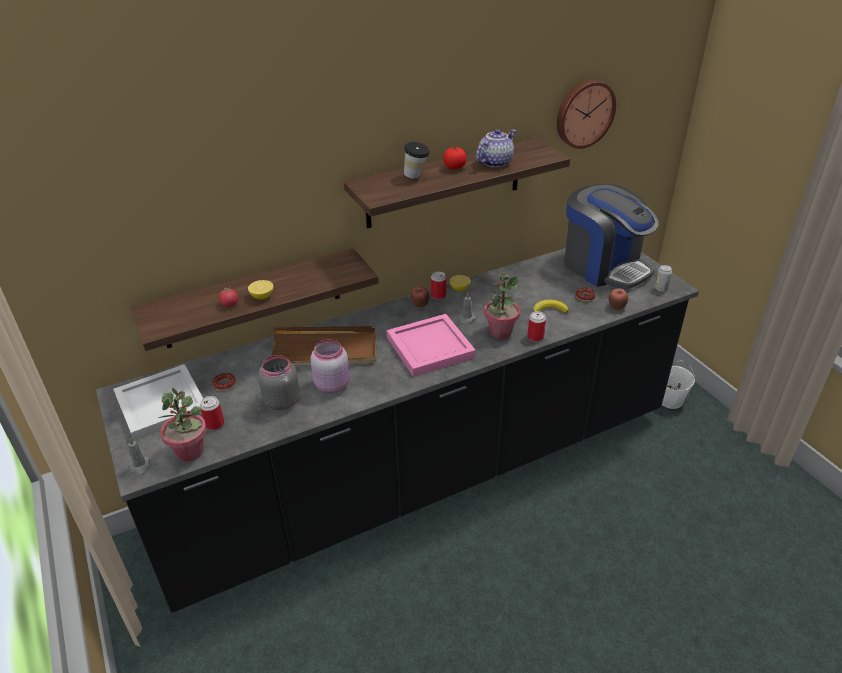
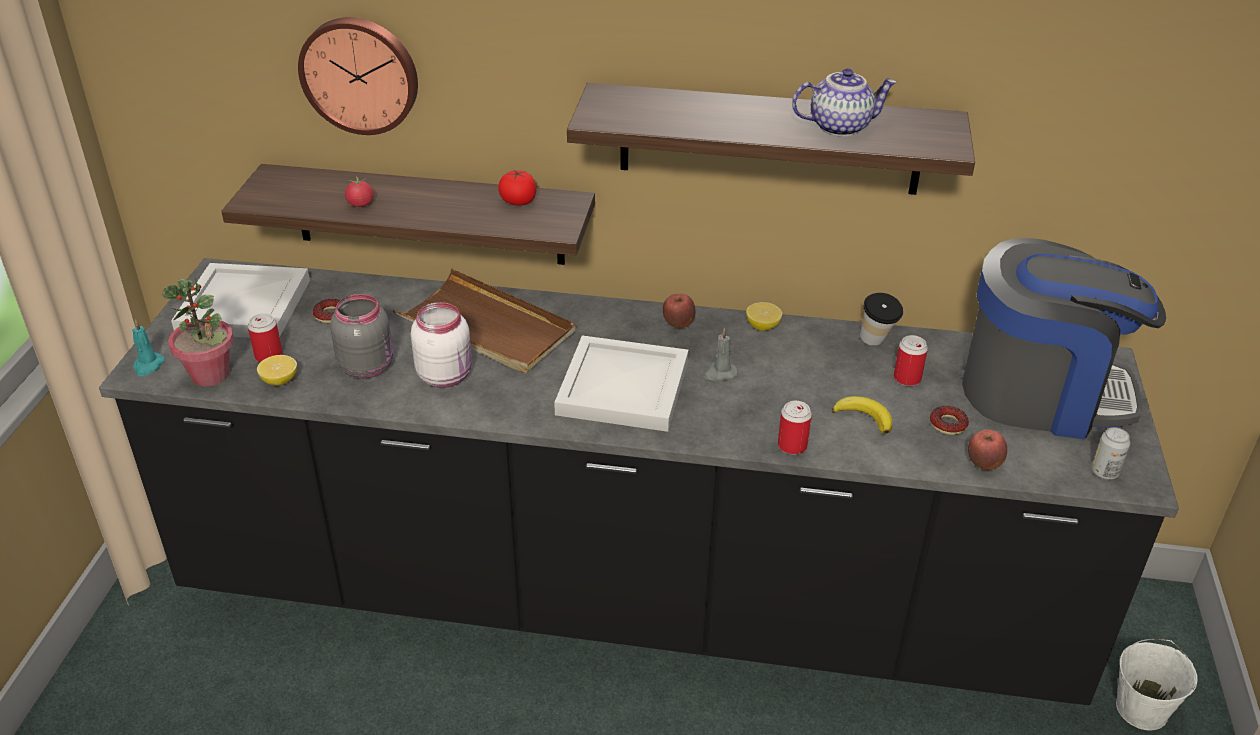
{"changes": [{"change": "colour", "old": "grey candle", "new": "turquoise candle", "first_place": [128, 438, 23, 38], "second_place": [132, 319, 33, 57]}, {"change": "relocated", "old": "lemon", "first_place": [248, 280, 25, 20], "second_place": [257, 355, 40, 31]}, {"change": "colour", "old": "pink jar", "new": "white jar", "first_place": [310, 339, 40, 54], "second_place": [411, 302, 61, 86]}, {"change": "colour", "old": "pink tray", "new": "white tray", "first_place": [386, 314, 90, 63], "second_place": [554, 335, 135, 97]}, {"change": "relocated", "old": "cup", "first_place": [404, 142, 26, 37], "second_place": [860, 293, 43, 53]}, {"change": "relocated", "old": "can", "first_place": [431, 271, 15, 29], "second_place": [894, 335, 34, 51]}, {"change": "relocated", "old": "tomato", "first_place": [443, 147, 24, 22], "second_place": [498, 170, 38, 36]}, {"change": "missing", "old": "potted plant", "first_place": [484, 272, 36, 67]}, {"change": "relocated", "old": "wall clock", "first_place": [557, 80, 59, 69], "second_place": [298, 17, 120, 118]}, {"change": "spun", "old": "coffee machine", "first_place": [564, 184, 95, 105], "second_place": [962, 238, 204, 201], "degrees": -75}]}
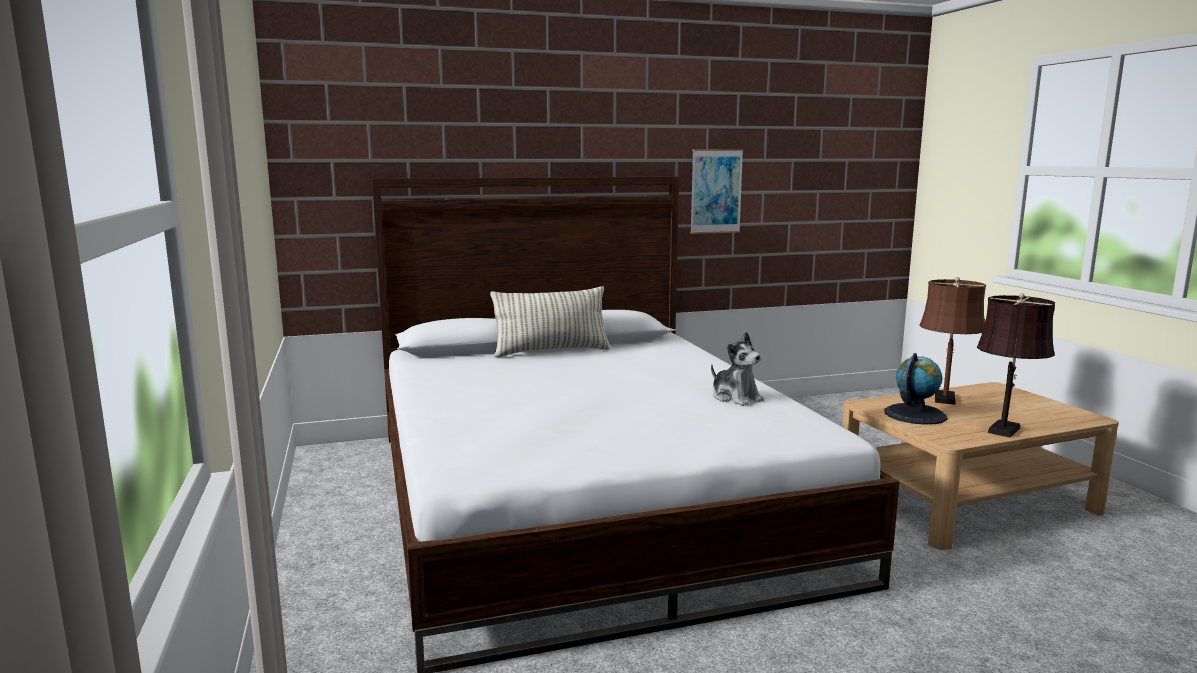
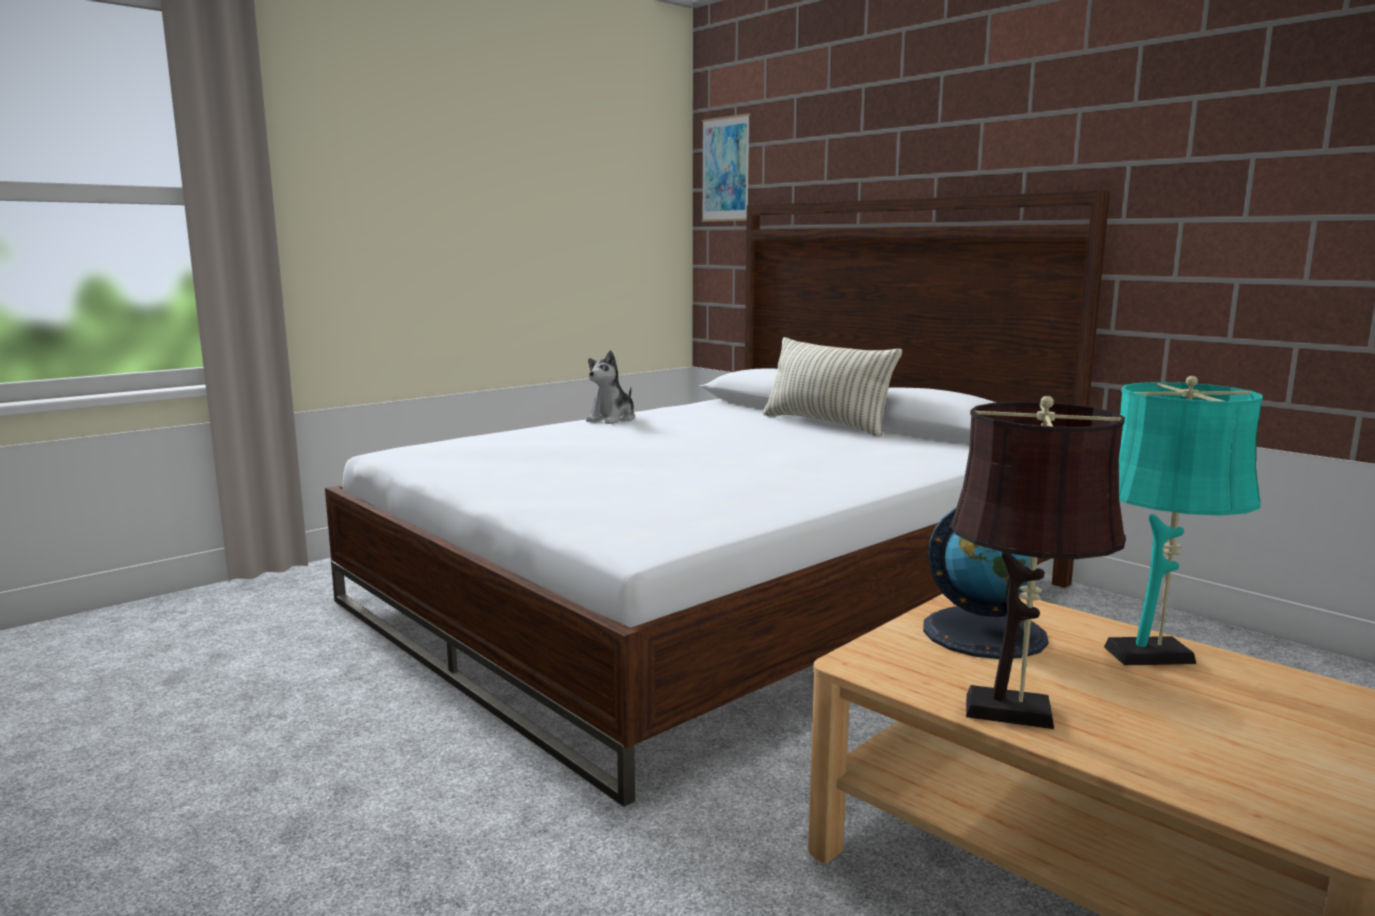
{"changes": [{"change": "relocated", "old": "picture", "first_place": [690, 149, 53, 85], "second_place": [702, 113, 48, 109]}, {"change": "relocated", "old": "plush toy", "first_place": [711, 332, 53, 74], "second_place": [586, 350, 49, 74]}, {"change": "colour", "old": "brown table lamp", "new": "turquoise table lamp", "first_place": [919, 277, 67, 128], "second_place": [1104, 376, 159, 289]}]}
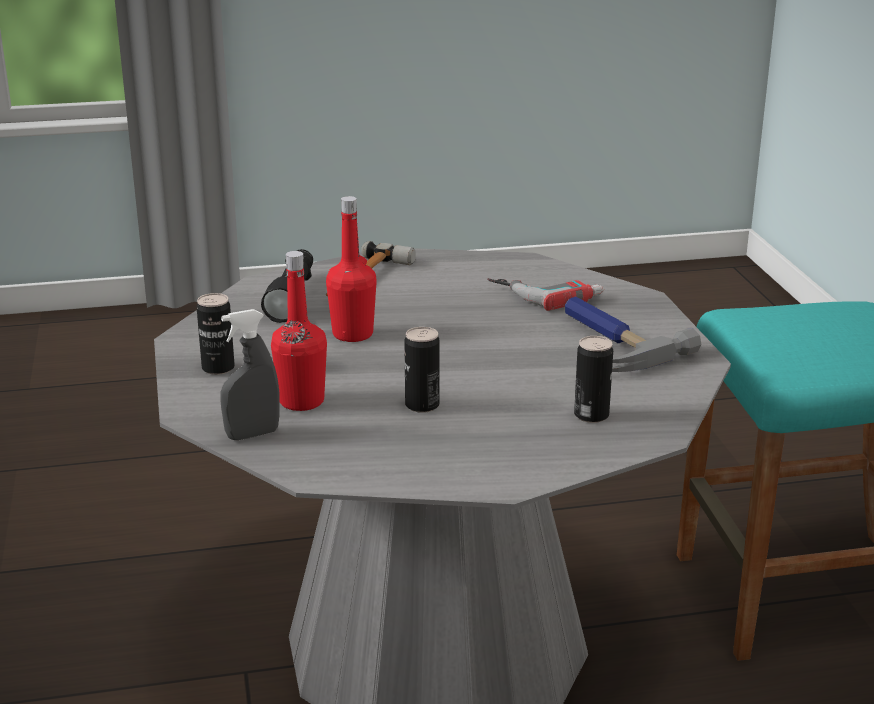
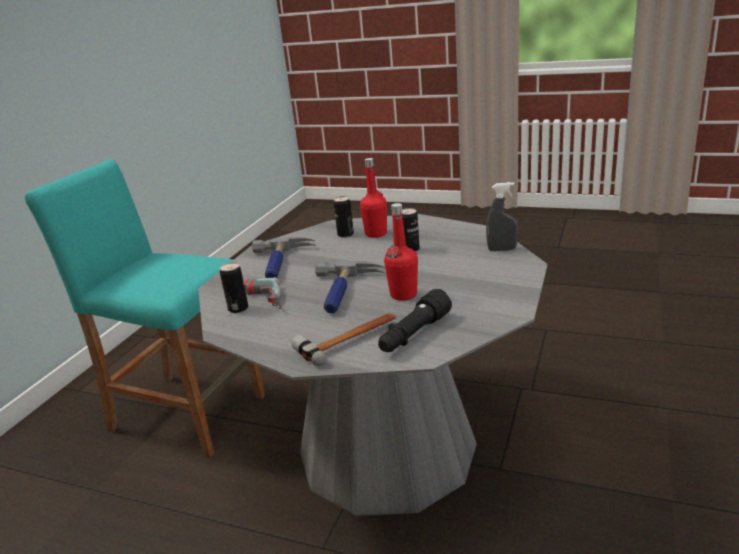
{"changes": [{"change": "relocated", "old": "can", "first_place": [197, 293, 38, 82], "second_place": [220, 262, 28, 51]}, {"change": "relocated", "old": "red bottle", "first_place": [271, 251, 56, 160], "second_place": [360, 158, 27, 80]}, {"change": "appeared", "new": "hammer", "second_place": [315, 261, 70, 52]}]}
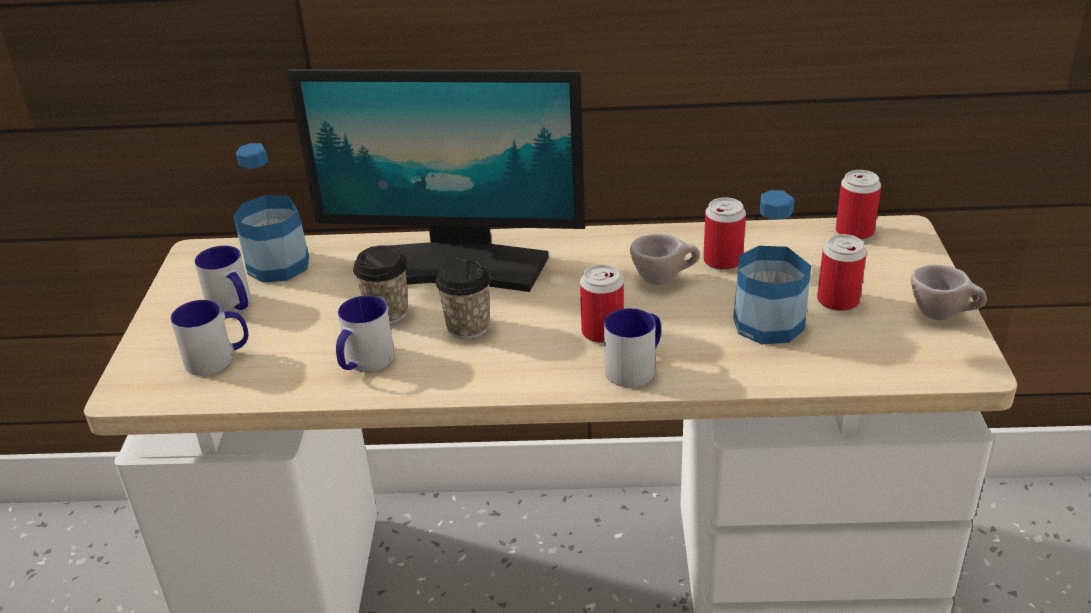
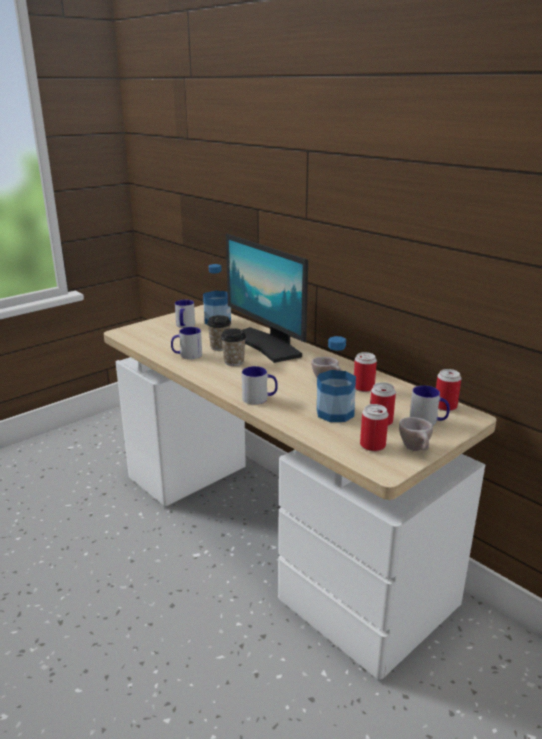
{"changes": [{"change": "relocated", "old": "mug", "first_place": [171, 300, 77, 76], "second_place": [410, 385, 40, 40]}, {"change": "relocated", "old": "can", "first_place": [580, 264, 44, 79], "second_place": [360, 404, 29, 48]}]}
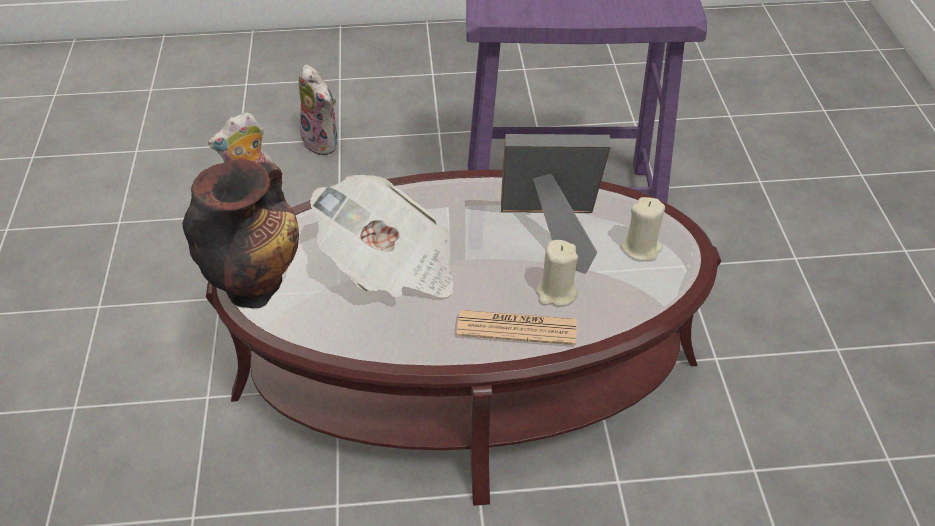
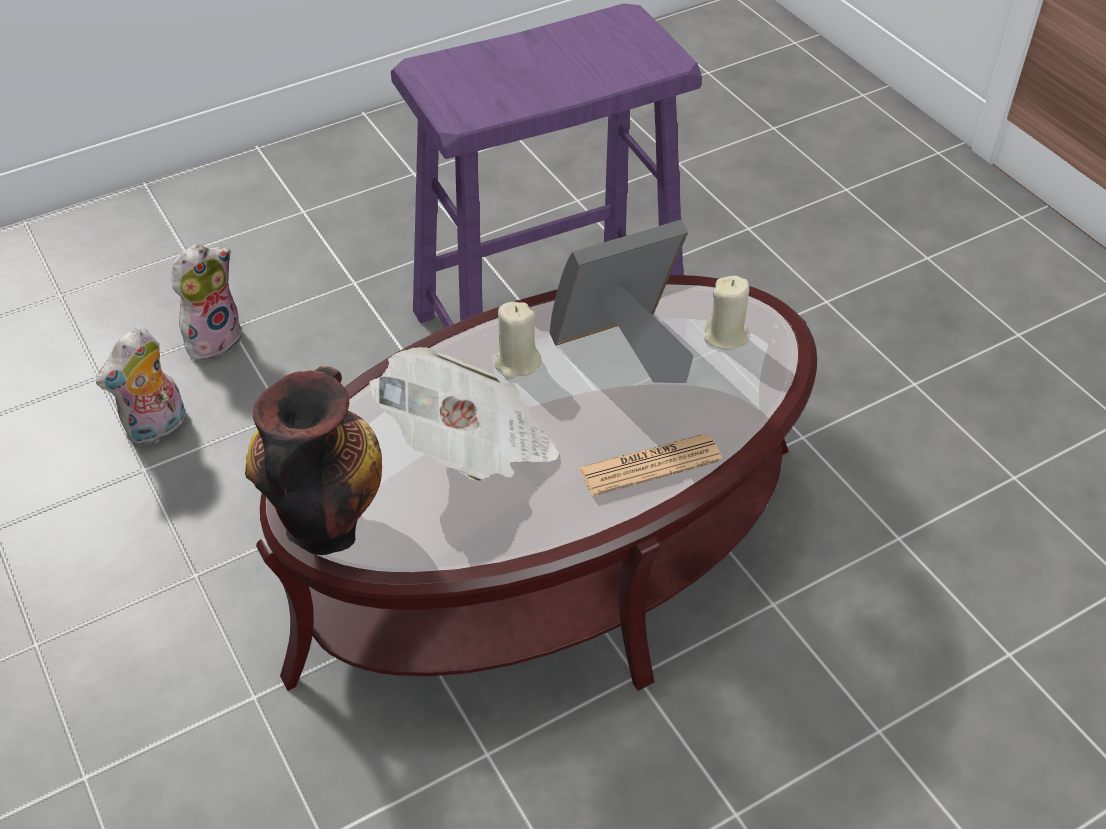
{"changes": [{"change": "spun", "old": "plush toy", "first_place": [299, 64, 38, 91], "second_place": [172, 244, 70, 120], "degrees": -75}, {"change": "relocated", "old": "beige candle", "first_place": [536, 240, 42, 66], "second_place": [494, 302, 48, 77]}]}
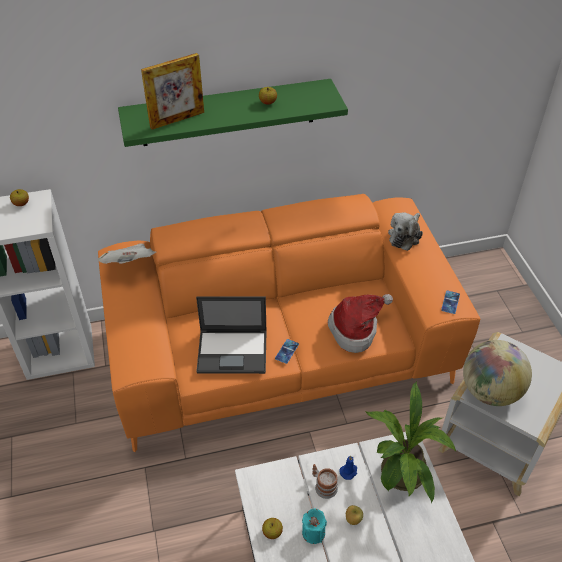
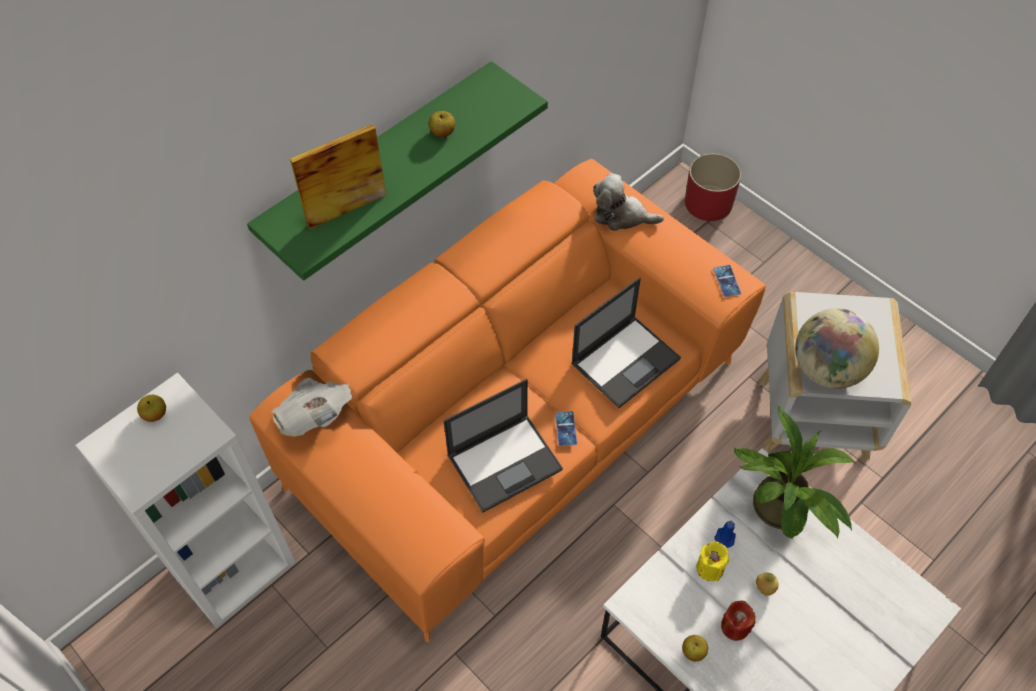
{"changes": [{"change": "spun", "old": "picture frame", "first_place": [141, 53, 63, 77], "second_place": [290, 124, 96, 105], "degrees": -150}, {"change": "colour", "old": "turquoise candle", "new": "red candle", "first_place": [302, 508, 25, 36], "second_place": [721, 601, 34, 40]}, {"change": "exchanged", "old": "mug", "new": "yellow candle", "first_place": [312, 464, 26, 35], "second_place": [696, 542, 33, 39]}, {"change": "exchanged", "old": "hat", "new": "laptop", "first_place": [328, 294, 65, 59], "second_place": [571, 277, 110, 131]}, {"change": "spun", "old": "plush toy", "first_place": [388, 212, 35, 39], "second_place": [593, 173, 71, 58], "degrees": 105}, {"change": "appeared", "new": "red planter", "second_place": [685, 153, 56, 68]}]}
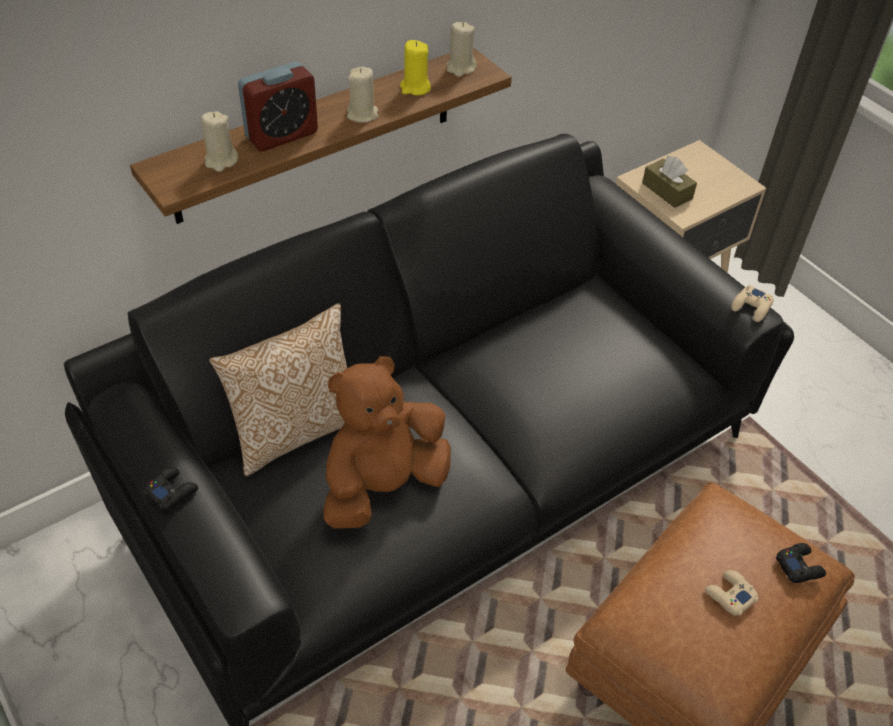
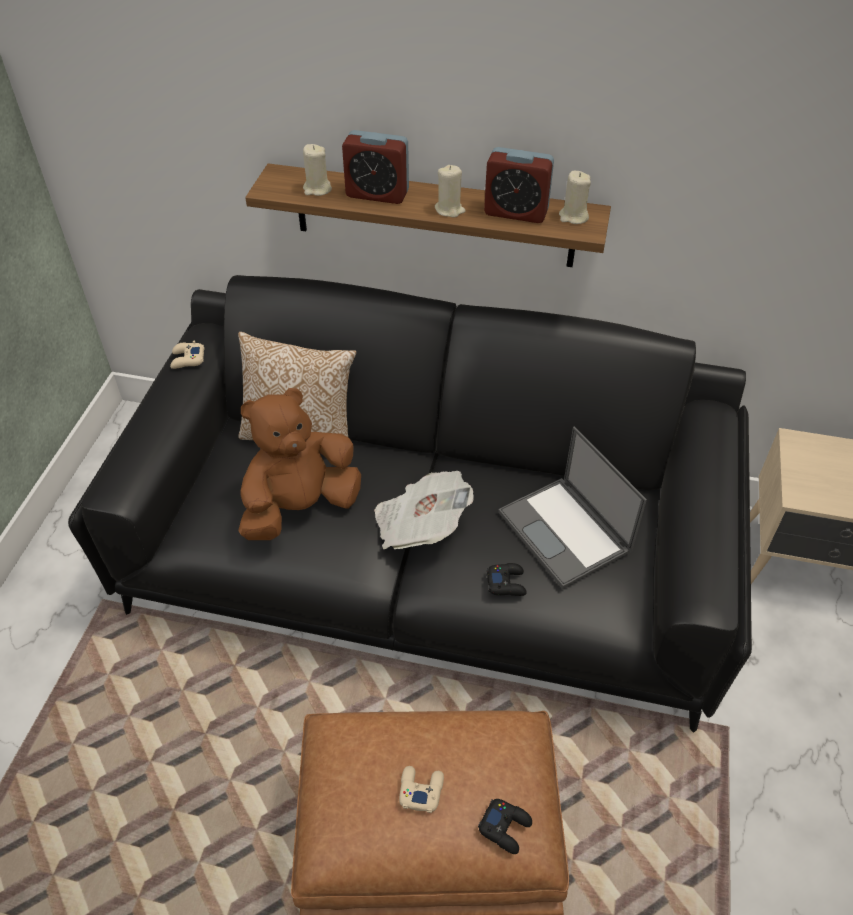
{"changes": [{"change": "relocated", "old": "black game controller", "first_place": [143, 467, 55, 44], "second_place": [487, 563, 40, 33]}, {"change": "spun", "old": "brown plush toy", "first_place": [324, 356, 127, 173], "second_place": [238, 388, 123, 152], "degrees": -45}, {"change": "exchanged", "old": "yellow candle", "new": "alarm clock", "first_place": [400, 40, 31, 55], "second_place": [484, 147, 70, 76]}, {"change": "missing", "old": "brown tissue box", "first_place": [642, 156, 55, 52]}, {"change": "relocated", "old": "beige game controller", "first_place": [732, 285, 42, 37], "second_place": [170, 341, 34, 28]}, {"change": "appeared", "new": "newspaper", "second_place": [374, 471, 100, 78]}, {"change": "appeared", "new": "laptop", "second_place": [498, 427, 149, 162]}]}
